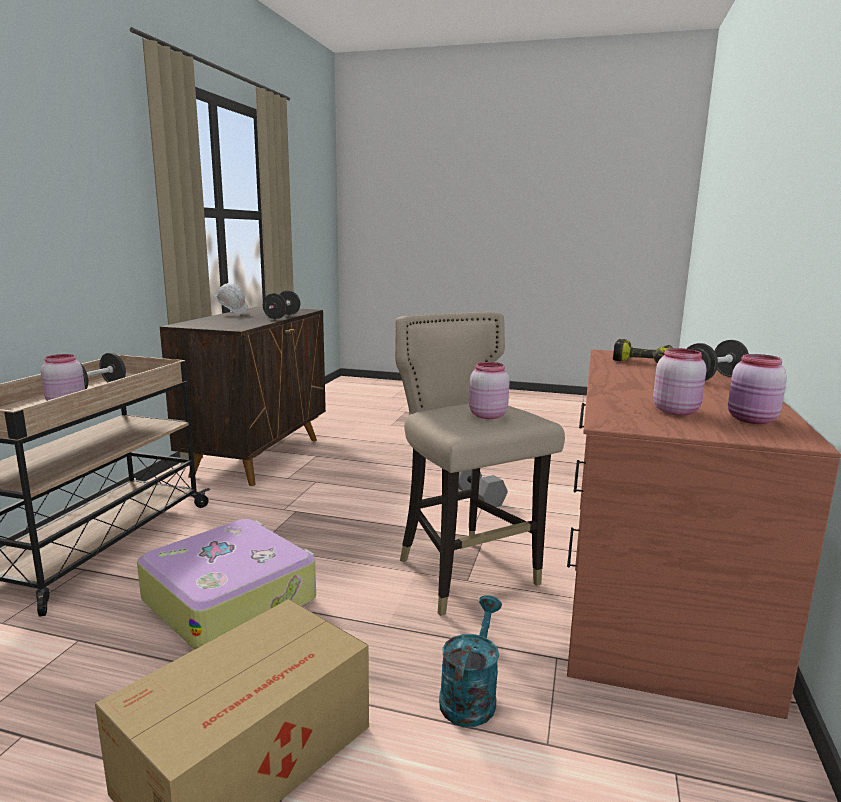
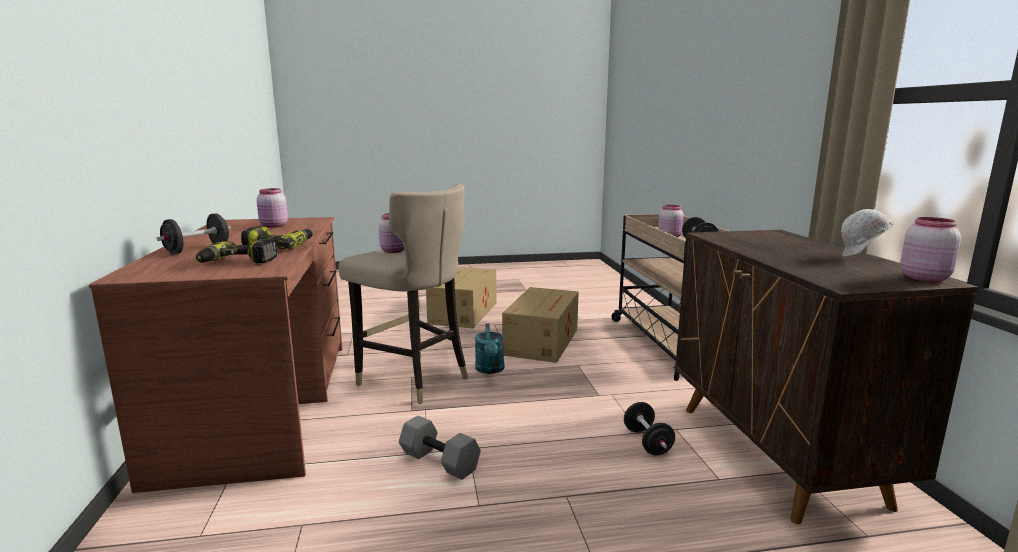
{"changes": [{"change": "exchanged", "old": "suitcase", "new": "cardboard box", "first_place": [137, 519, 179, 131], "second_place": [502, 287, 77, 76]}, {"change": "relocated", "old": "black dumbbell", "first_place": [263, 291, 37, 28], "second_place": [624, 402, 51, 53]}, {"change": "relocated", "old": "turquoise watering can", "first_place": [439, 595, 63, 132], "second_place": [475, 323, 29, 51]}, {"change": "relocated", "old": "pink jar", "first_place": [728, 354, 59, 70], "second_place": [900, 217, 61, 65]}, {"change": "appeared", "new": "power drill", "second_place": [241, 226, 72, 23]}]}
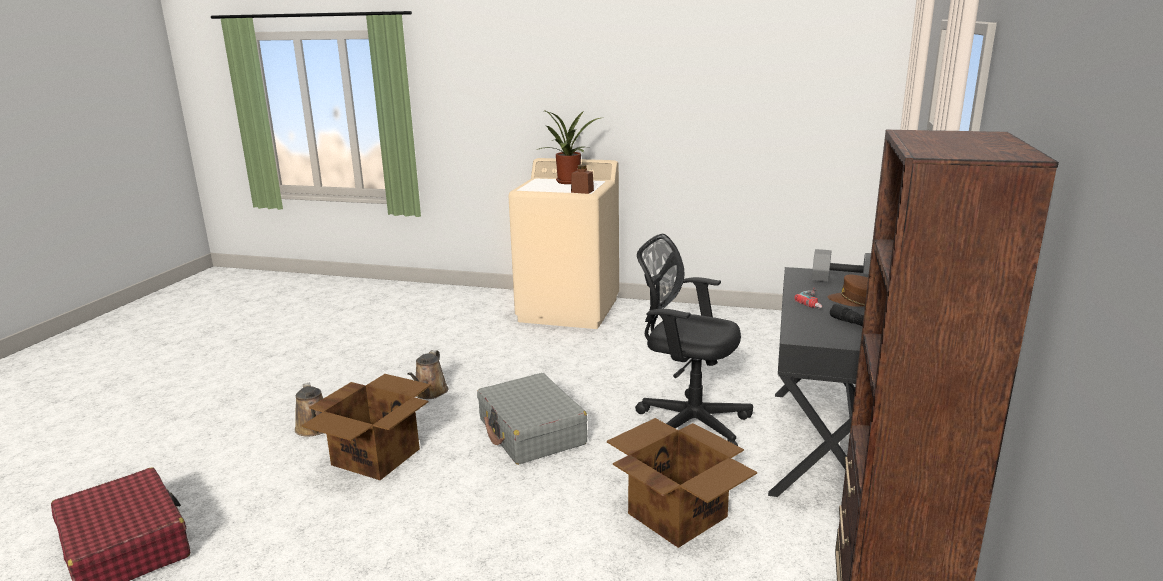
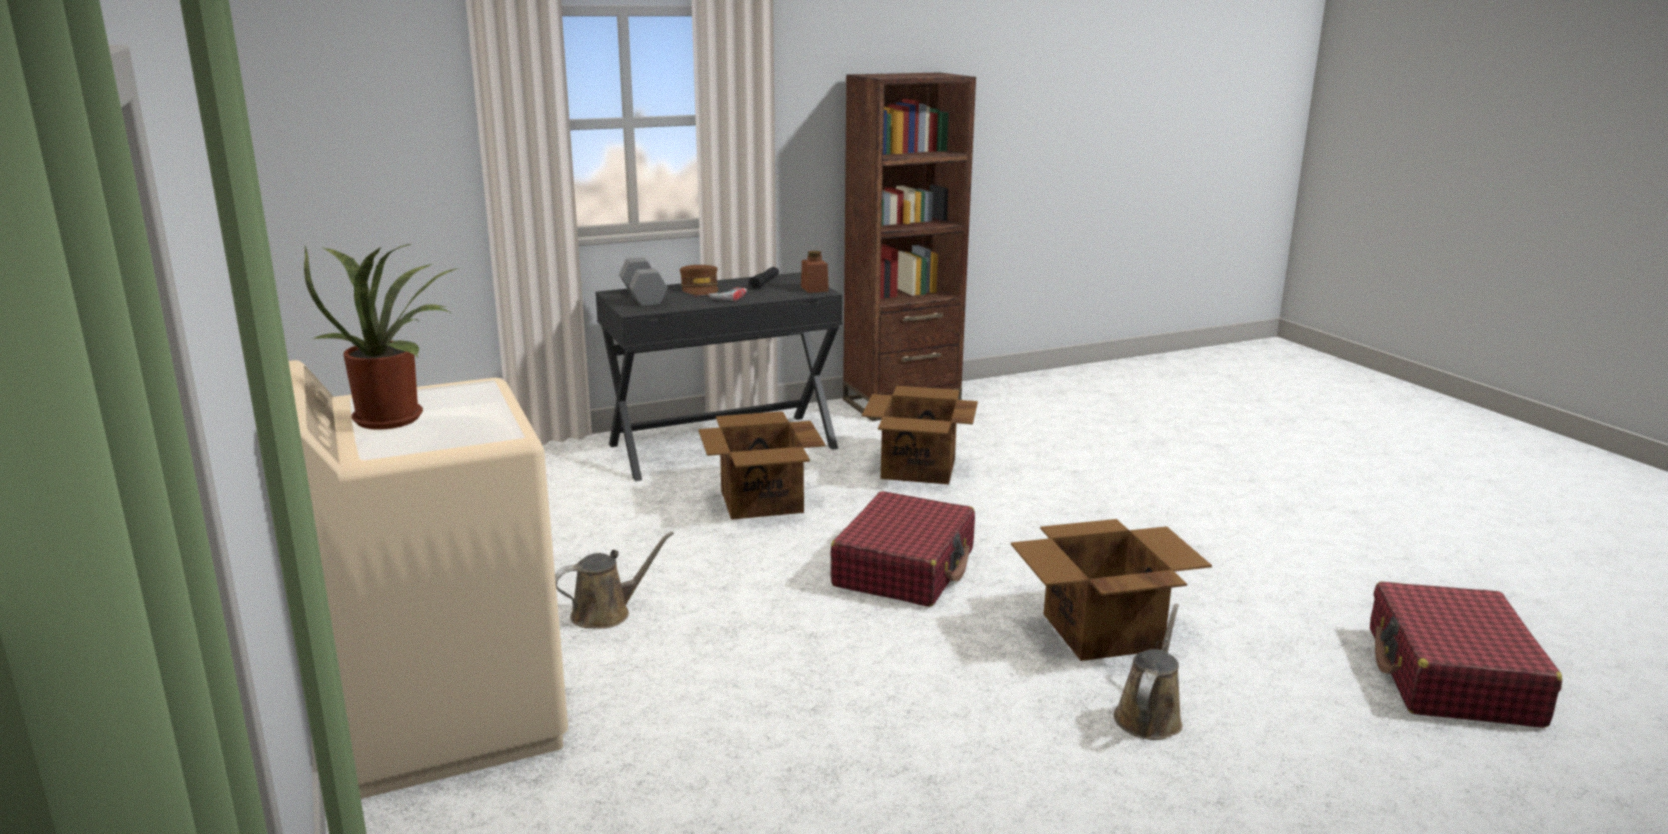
{"changes": [{"change": "relocated", "old": "brown watering can", "first_place": [407, 350, 42, 49], "second_place": [555, 531, 119, 98]}, {"change": "colour", "old": "grey suitcase", "new": "red suitcase", "first_place": [477, 373, 111, 92], "second_place": [830, 491, 145, 116]}, {"change": "relocated", "old": "brown jar", "first_place": [571, 165, 23, 29], "second_place": [801, 251, 28, 42]}, {"change": "exchanged", "old": "black office chair", "new": "cardboard box", "first_place": [636, 234, 117, 212], "second_place": [698, 411, 127, 109]}]}
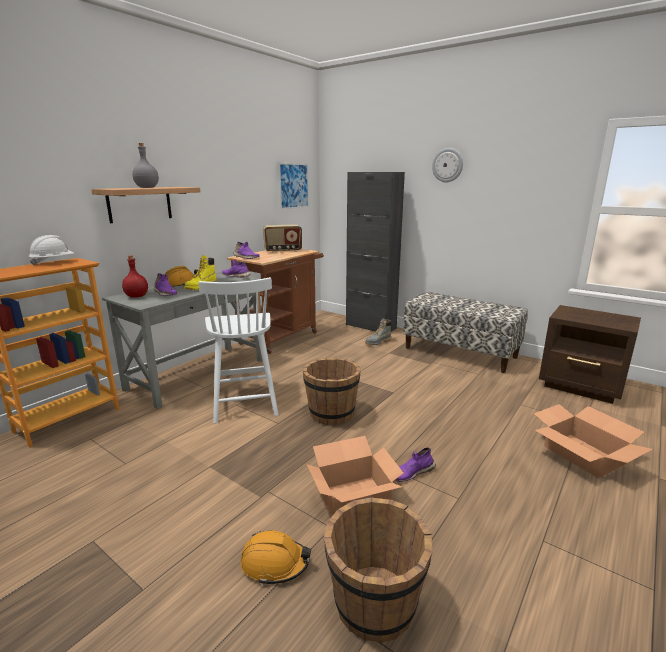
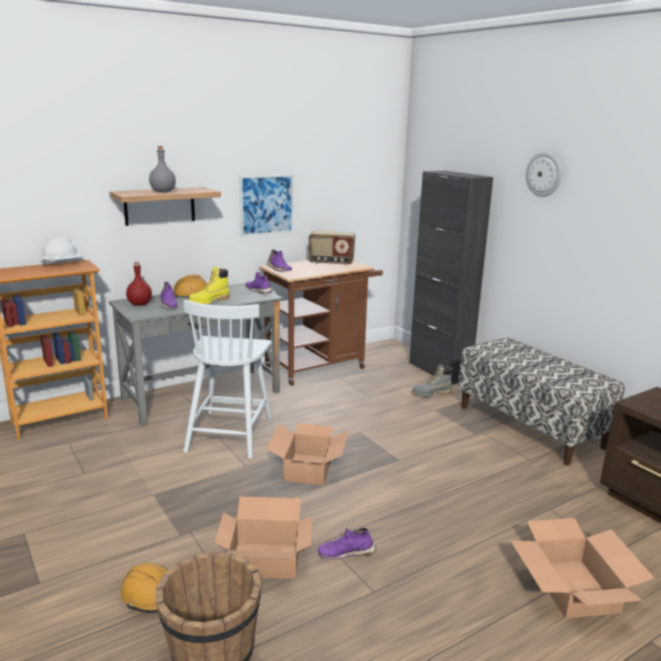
{"changes": [{"change": "relocated", "old": "picture", "first_place": [278, 163, 31, 47], "second_place": [240, 174, 53, 63]}, {"change": "exchanged", "old": "brown bucket", "new": "cardboard box", "first_place": [303, 358, 58, 67], "second_place": [266, 423, 83, 62]}]}
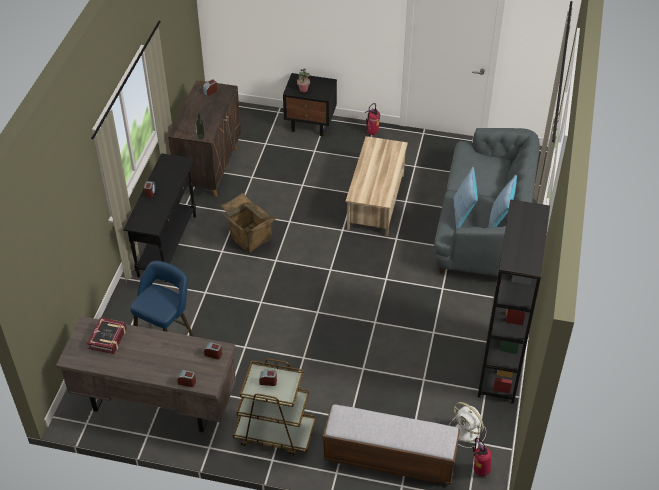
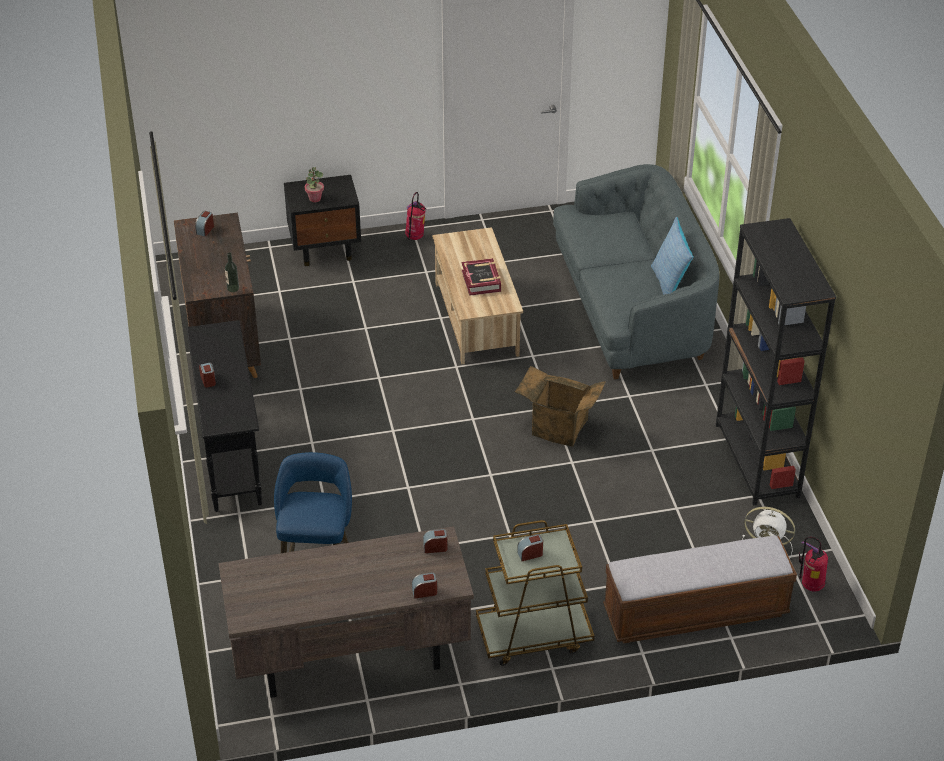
{"changes": [{"change": "relocated", "old": "book", "first_place": [87, 317, 40, 37], "second_place": [462, 258, 39, 38]}, {"change": "relocated", "old": "cardboard box", "first_place": [221, 193, 57, 60], "second_place": [515, 366, 91, 81]}, {"change": "missing", "old": "pillow", "first_place": [453, 167, 25, 62]}]}
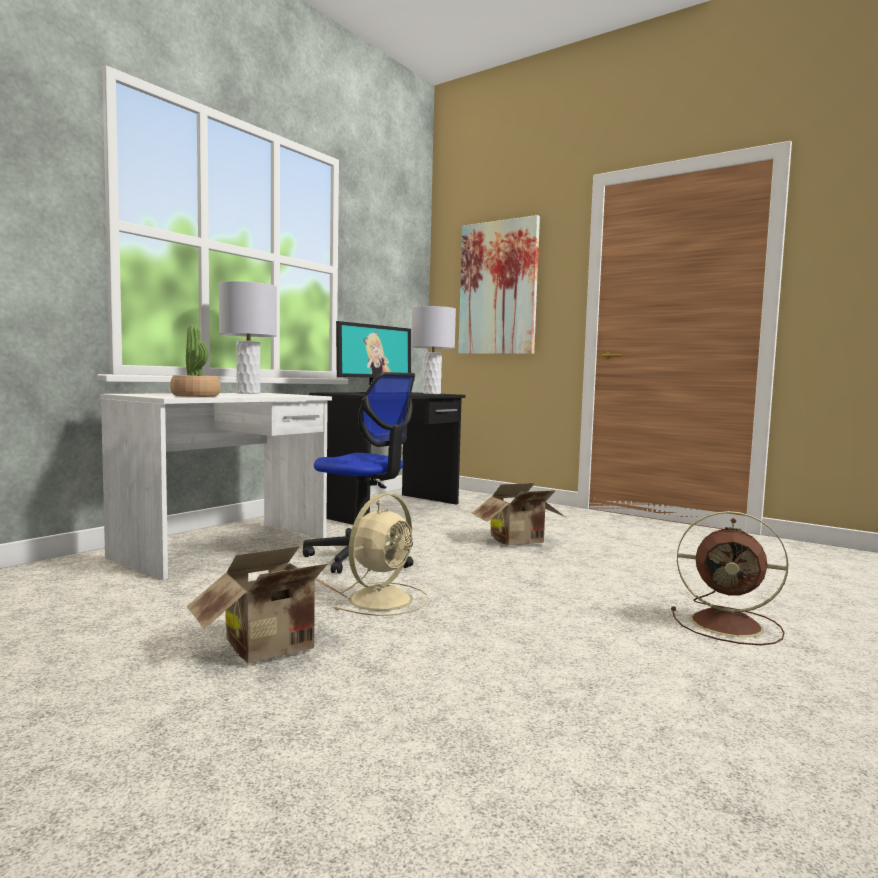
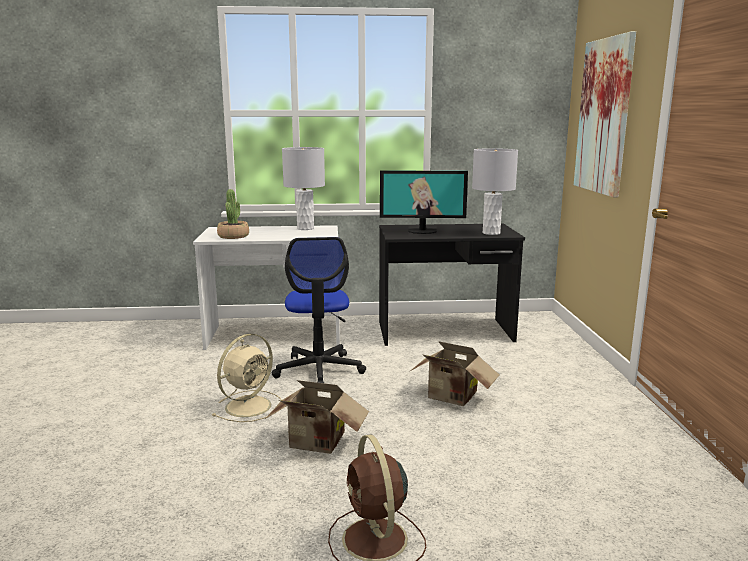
{"changes": [{"change": "relocated", "old": "cardboard box", "first_place": [186, 546, 165, 118], "second_place": [265, 380, 104, 74]}, {"change": "spun", "old": "beige fan", "first_place": [334, 494, 95, 122], "second_place": [212, 334, 70, 88], "degrees": -45}]}
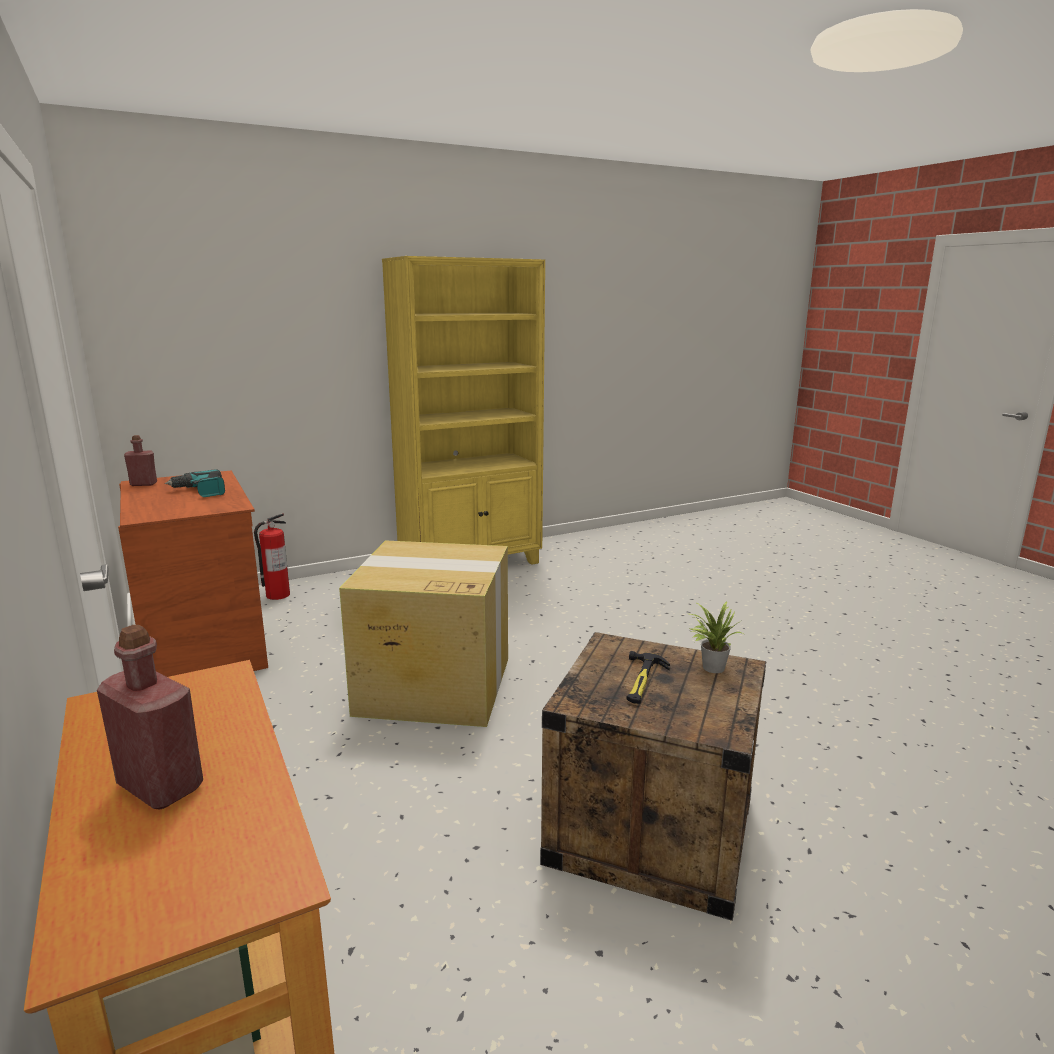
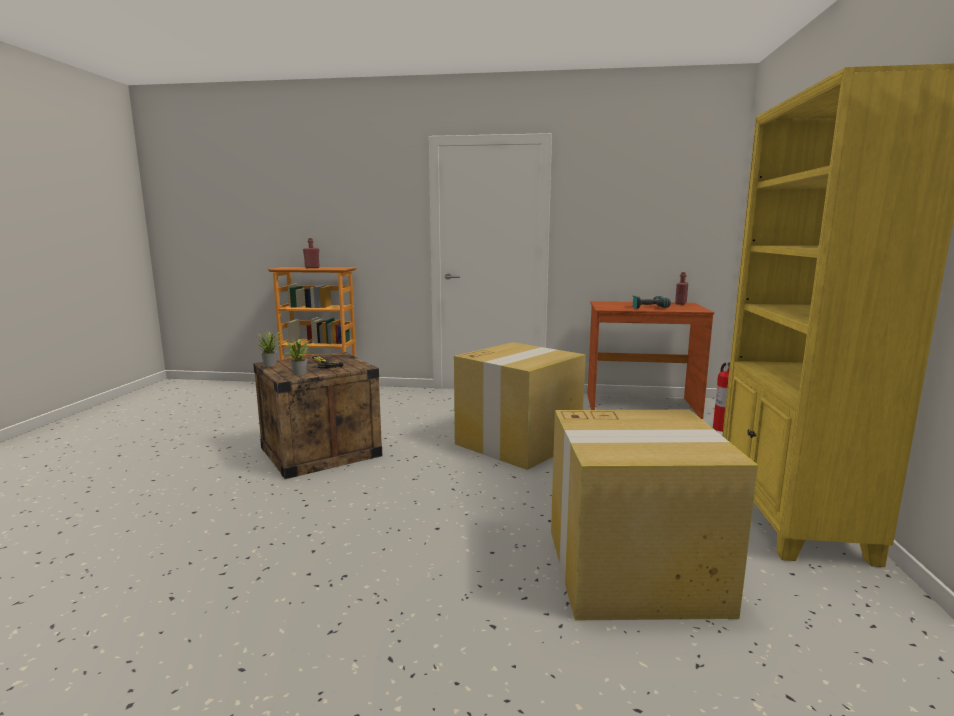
{"changes": [{"change": "appeared", "new": "potted plant", "second_place": [256, 331, 27, 36]}, {"change": "appeared", "new": "cardboard box", "second_place": [551, 410, 207, 210]}]}
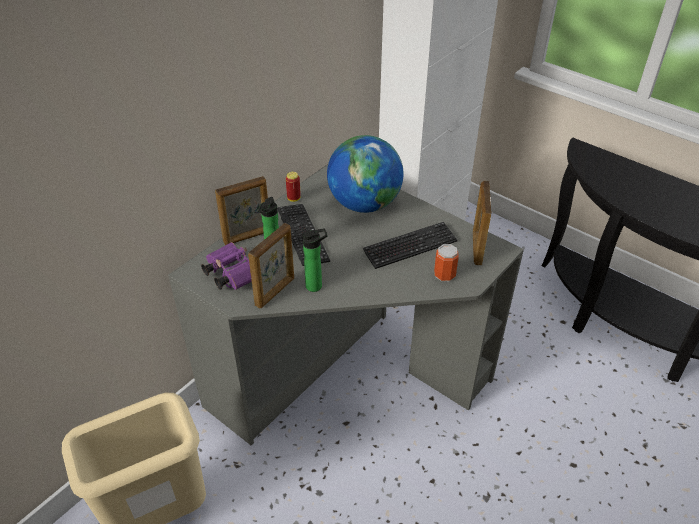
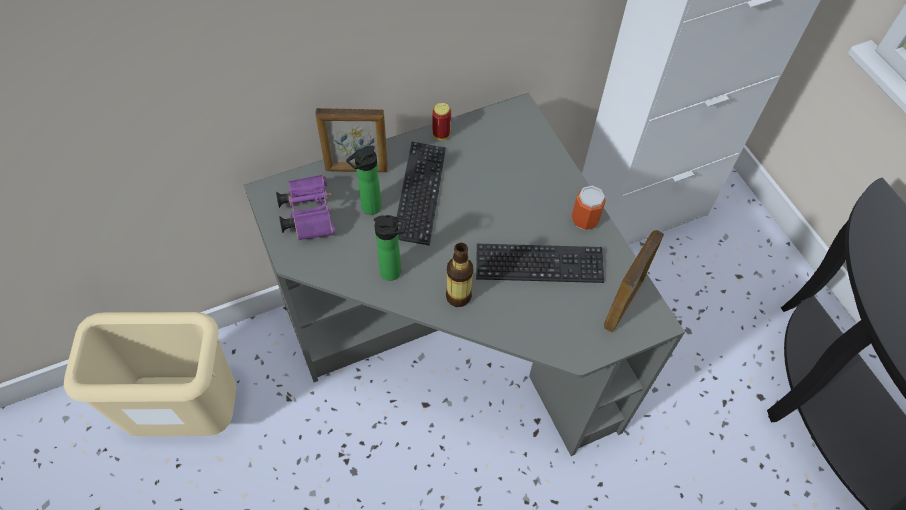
{"changes": [{"change": "missing", "old": "picture frame", "first_place": [248, 223, 46, 85]}, {"change": "missing", "old": "globe", "first_place": [327, 135, 76, 78]}, {"change": "relocated", "old": "can", "first_place": [434, 244, 25, 37], "second_place": [571, 186, 35, 44]}, {"change": "appeared", "new": "bottle", "second_place": [446, 243, 27, 64]}]}
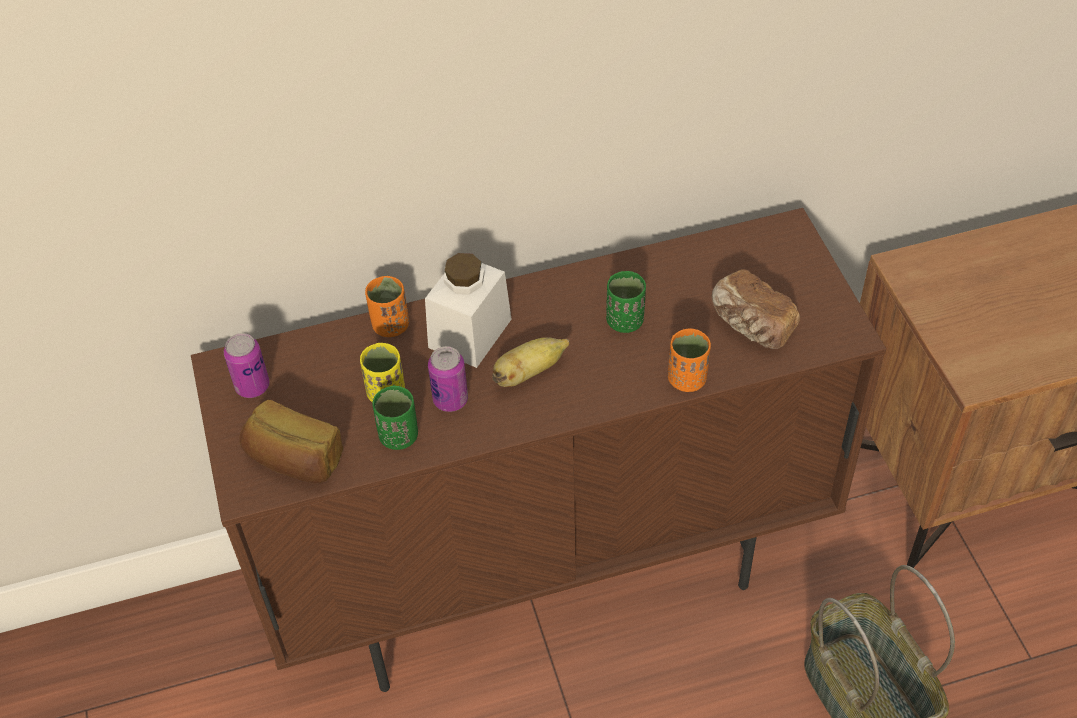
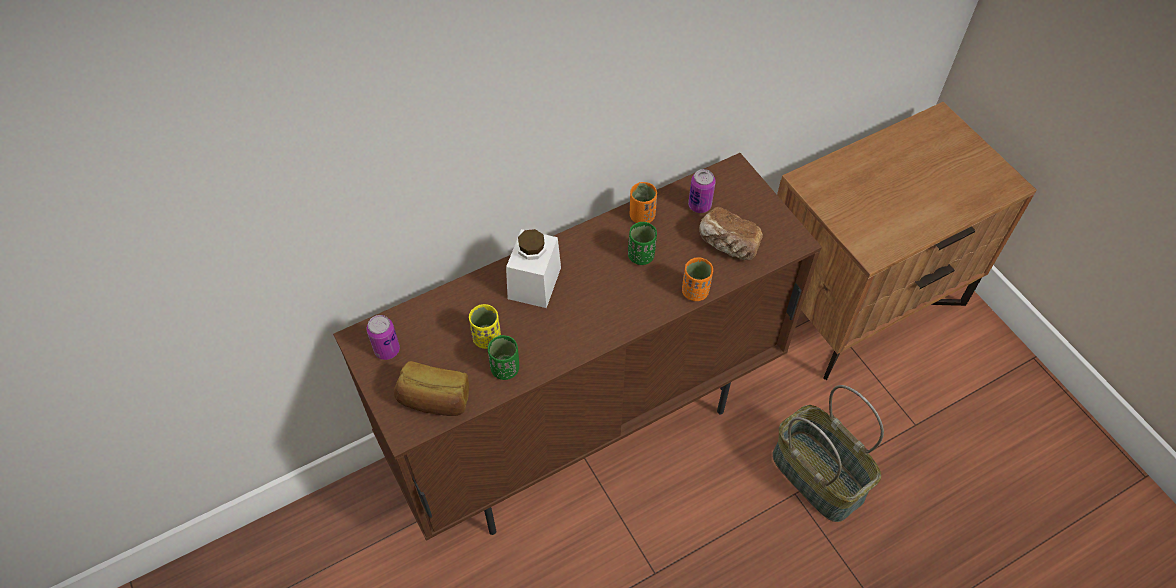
{"changes": [{"change": "relocated", "old": "orange cup", "first_place": [365, 276, 44, 61], "second_place": [630, 182, 27, 41]}, {"change": "relocated", "old": "can", "first_place": [428, 346, 40, 66], "second_place": [688, 169, 28, 44]}, {"change": "missing", "old": "banana", "first_place": [492, 337, 78, 50]}]}
